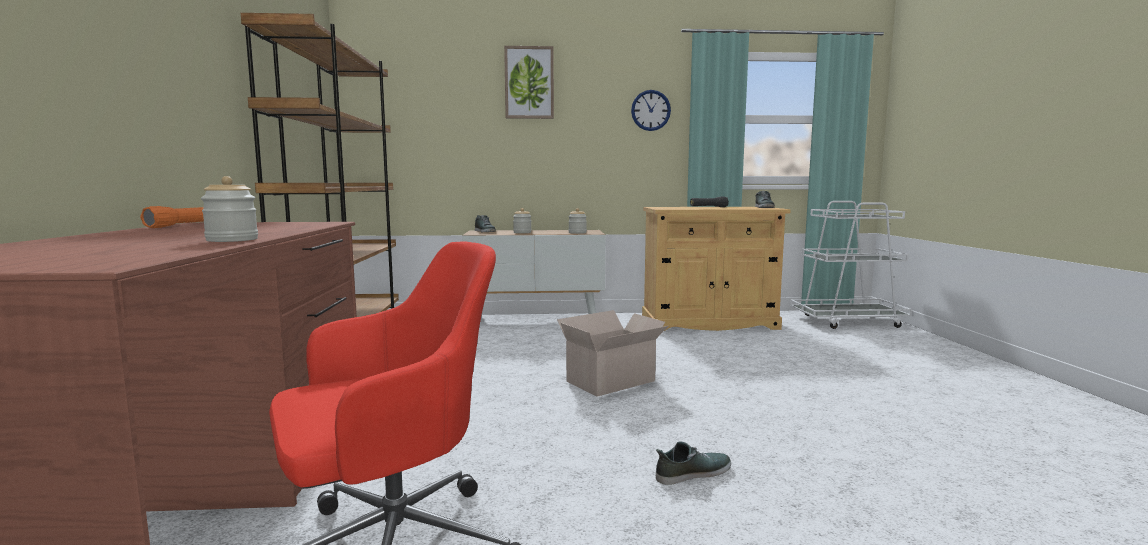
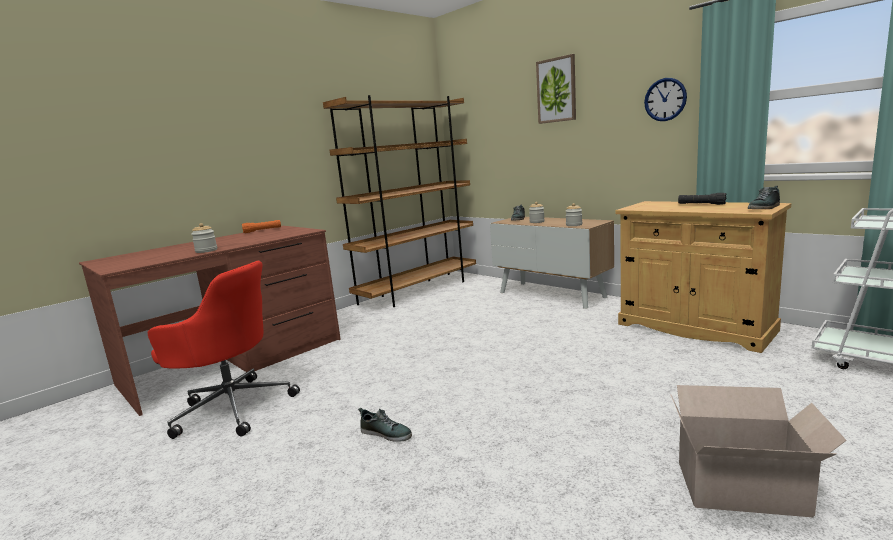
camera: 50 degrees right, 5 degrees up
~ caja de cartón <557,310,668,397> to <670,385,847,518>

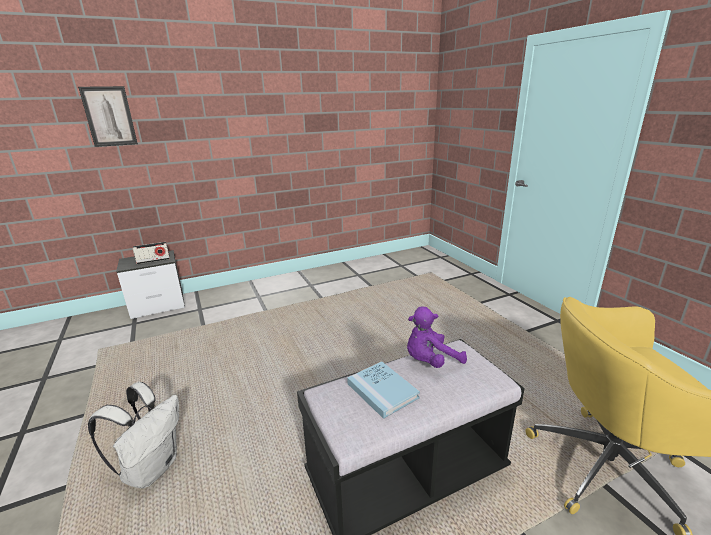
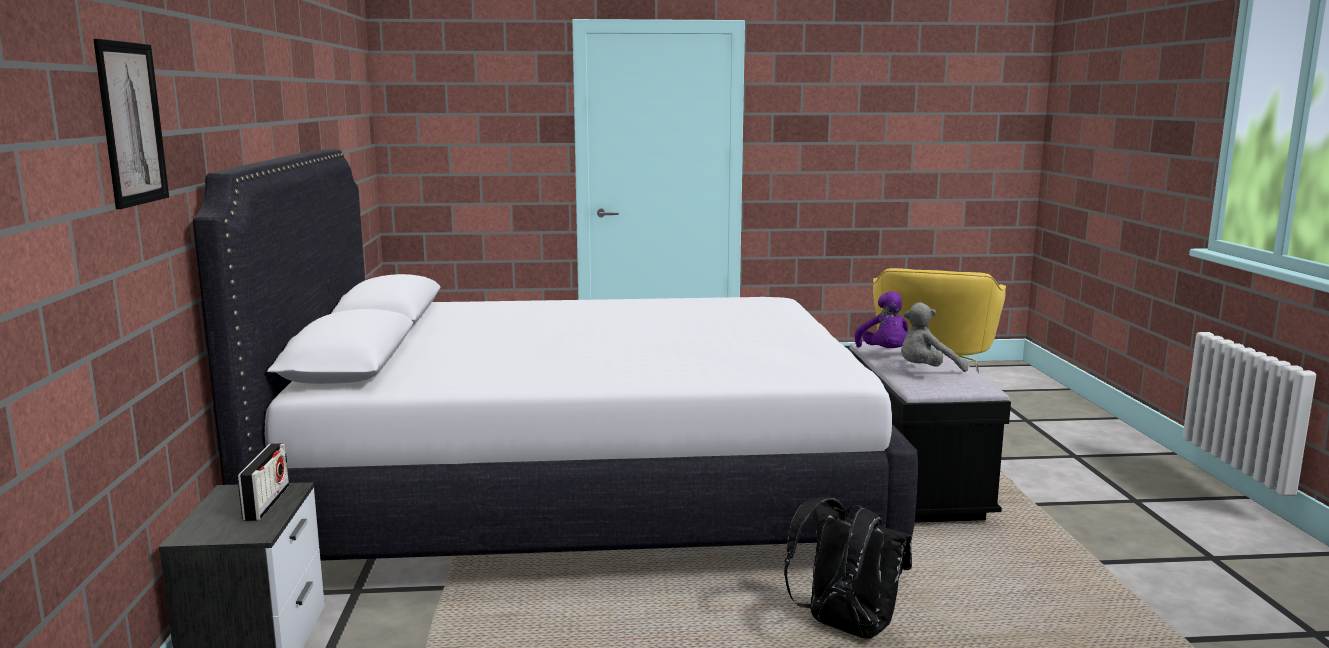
camera: 70 degrees left, 10 degrees down
+ cama [blanco] <193,149,918,574>
~ libro [azul] <347,361,420,419> to peluche [gris] <901,302,968,372>
~ mochila [blanco] <88,382,179,489> to mochila [negro] <784,497,912,639>

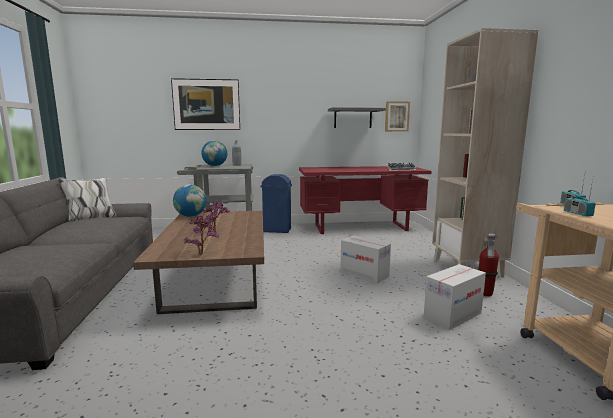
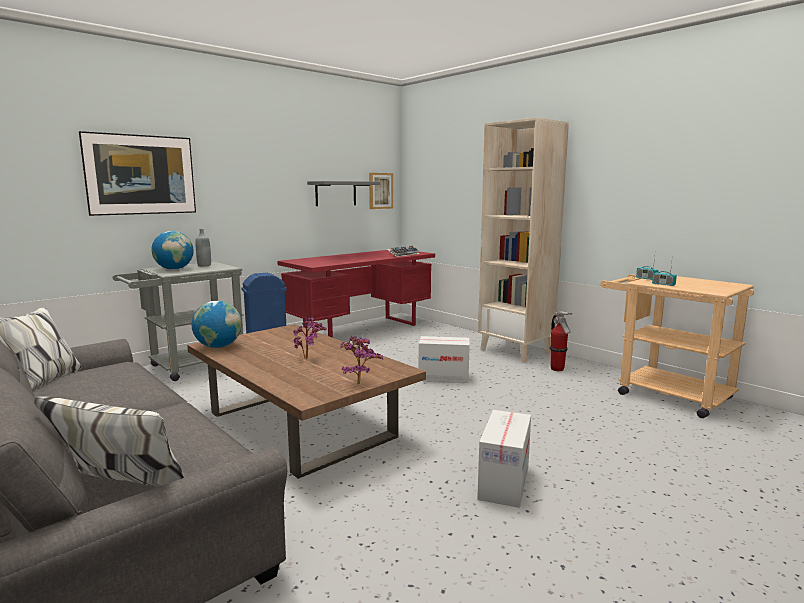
camera: 35 degrees left, 0 degrees up
~ caja de cartón <423,264,486,330> to <477,410,531,508>

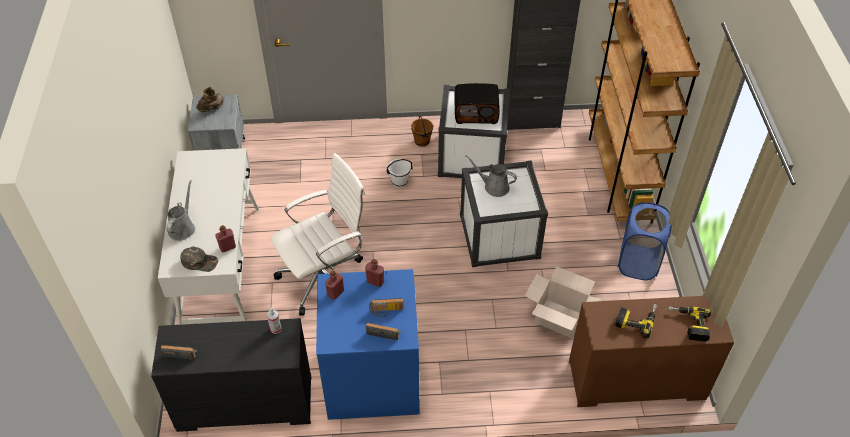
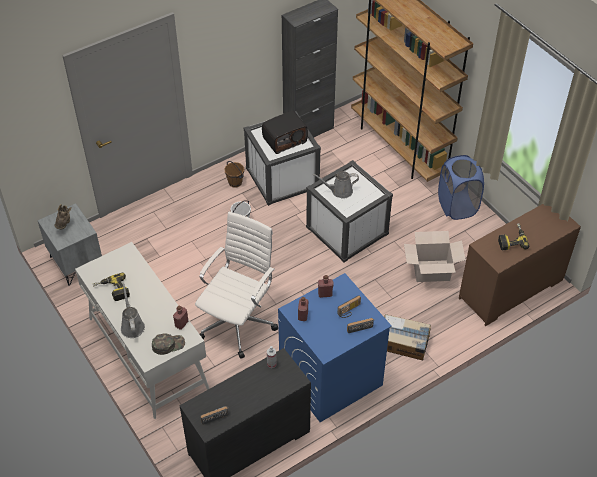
camera: 30 degrees left, 0 degrees up
+ caja de cartón <384,314,431,360>
~ taladro <668,306,711,342> to <93,273,130,301>

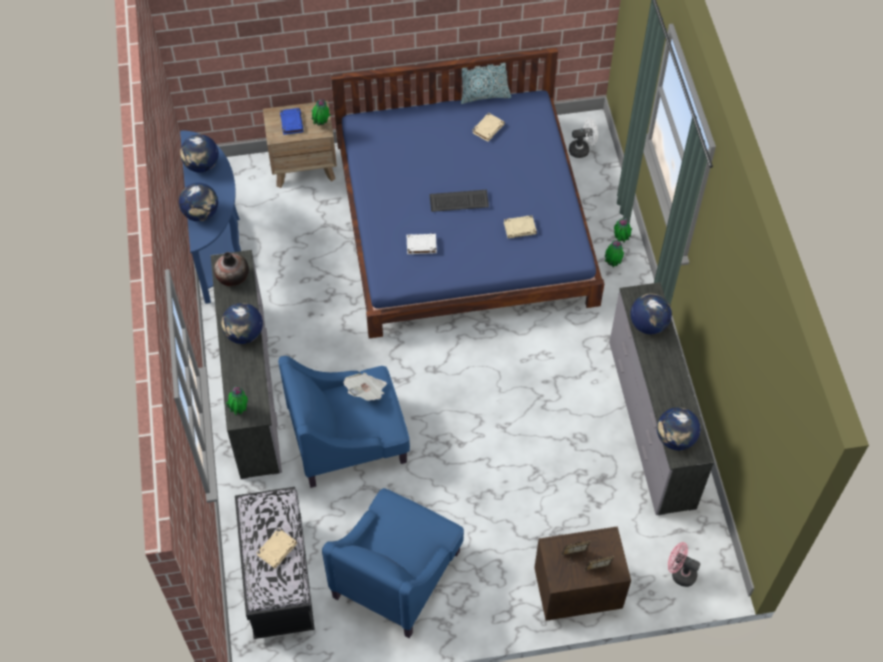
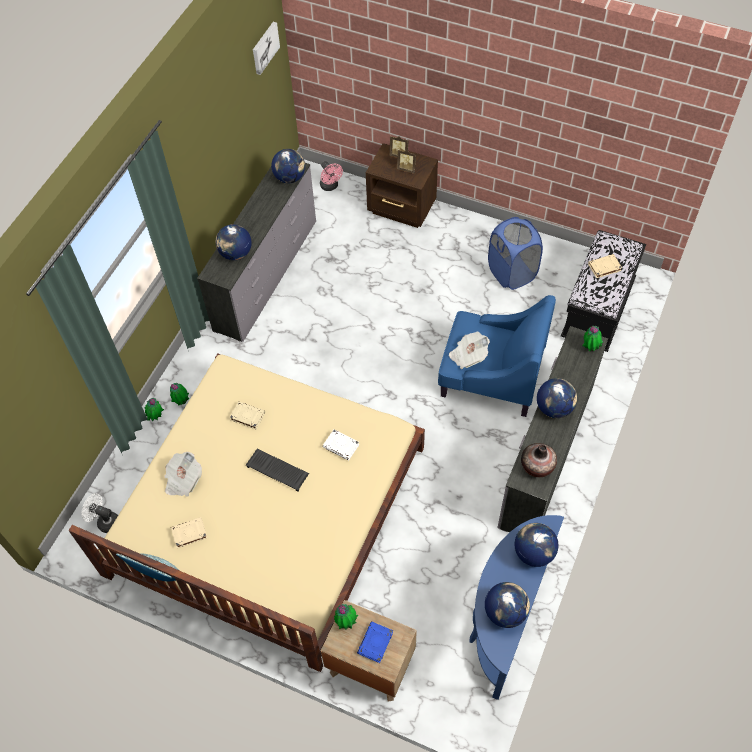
camera: 145 degrees left, 0 degrees up
+ periódico <164,452,202,497>
+ cuadro <253,22,280,75>
~ sillón [azul] <322,488,464,638> to cesto de la ropa [azul] <488,217,543,290>
~ cama [azul] <331,48,604,338> to cama [beis] <68,353,425,672>

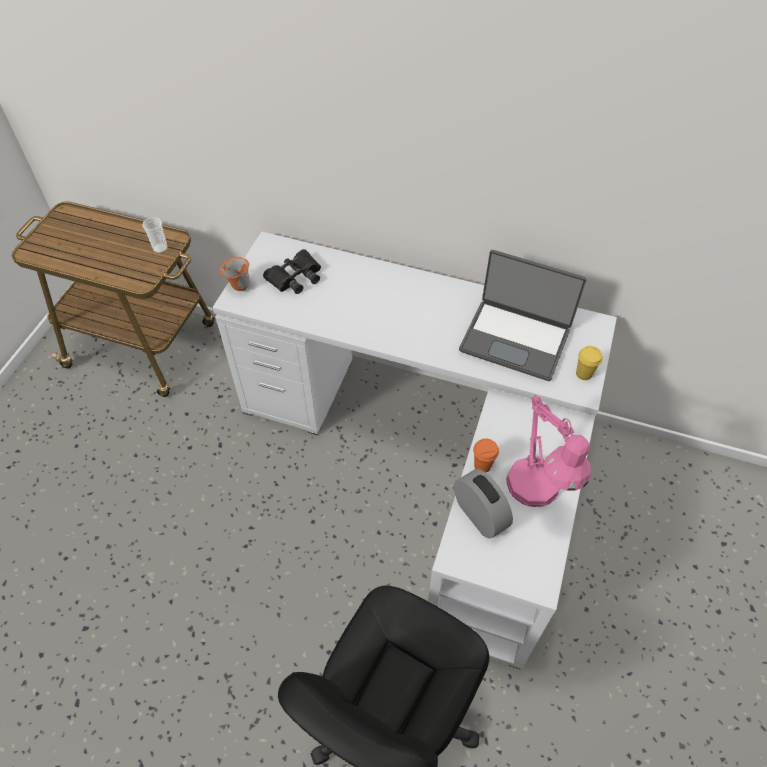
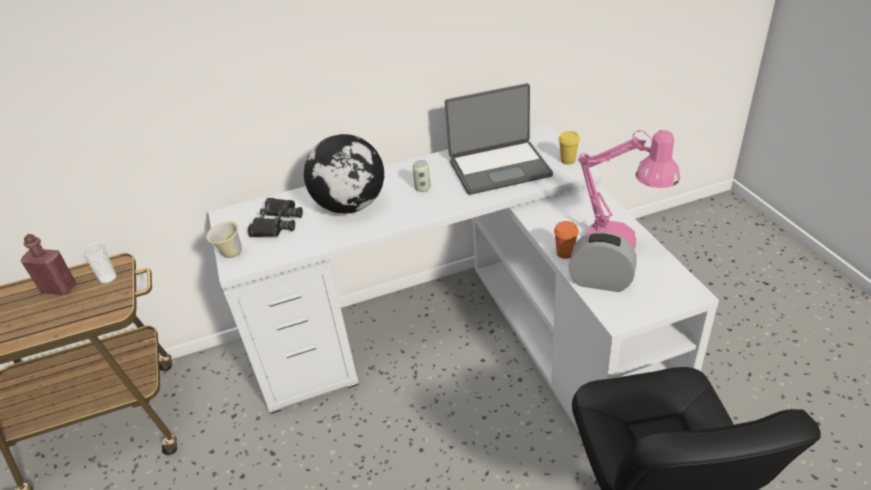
camera: 35 degrees left, 15 degrees down
+ botella [rojo] <21,234,76,295>
+ globo terráqueo <304,134,384,213>
+ lata <412,160,431,192>
~ taza grande [naranja] <220,257,250,291> to taza grande [beis] <206,221,242,258>

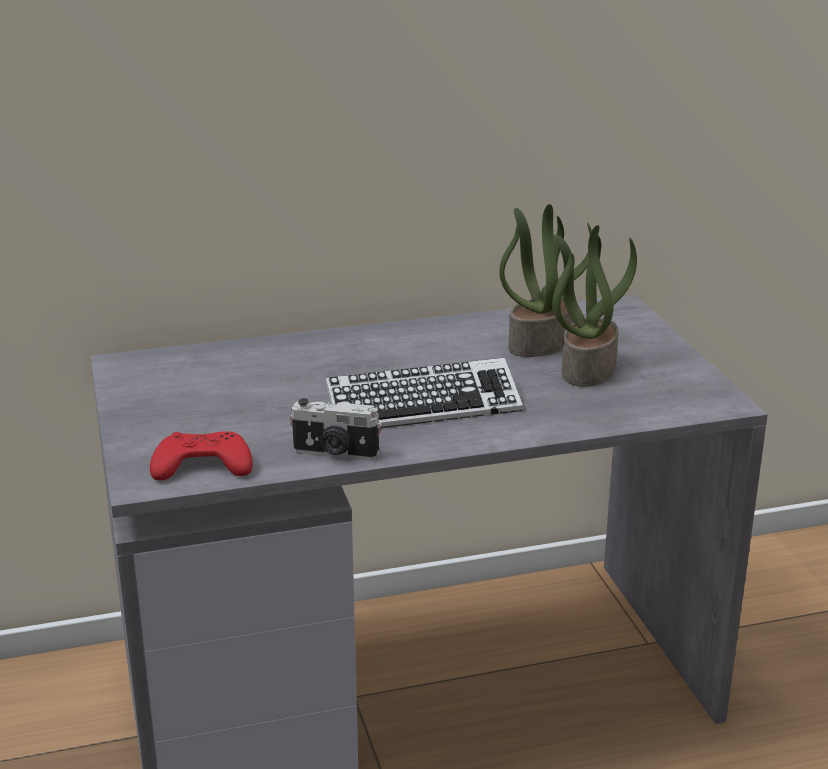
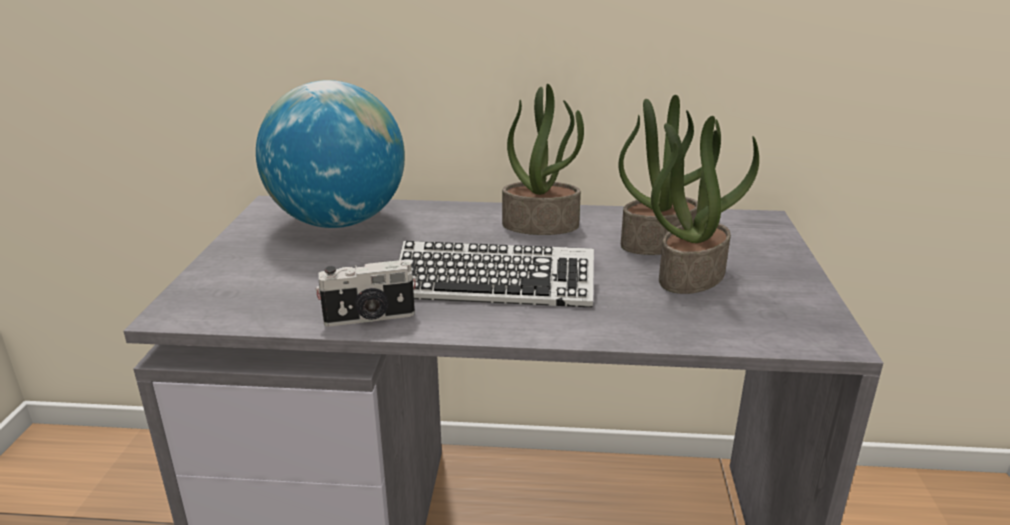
camera: 20 degrees right, 0 degrees up
- mando de consola [rojo] <150,431,253,481>
+ globo terráqueo <256,80,405,228>
+ planta en maceta <502,84,584,235>
~ cámara <290,398,382,461> = <316,260,417,327> 45 degrees counterclockwise

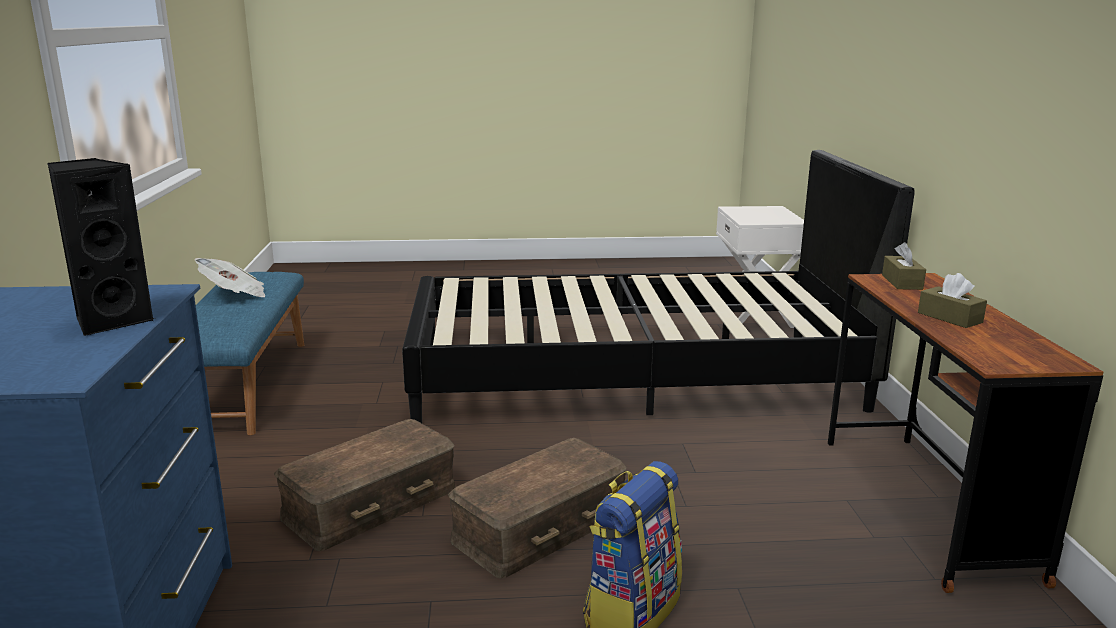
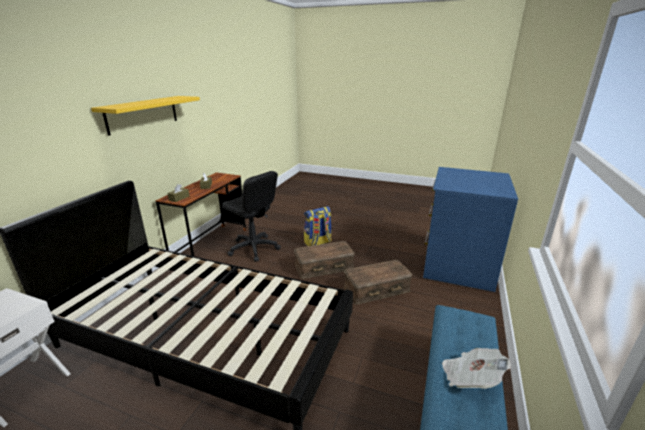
camera: 155 degrees left, 5 degrees up
- altavoz [negro] <47,158,155,336>
+ estante [amarillo] <91,96,200,136>
+ silla de oficina [negro] <222,171,281,262>

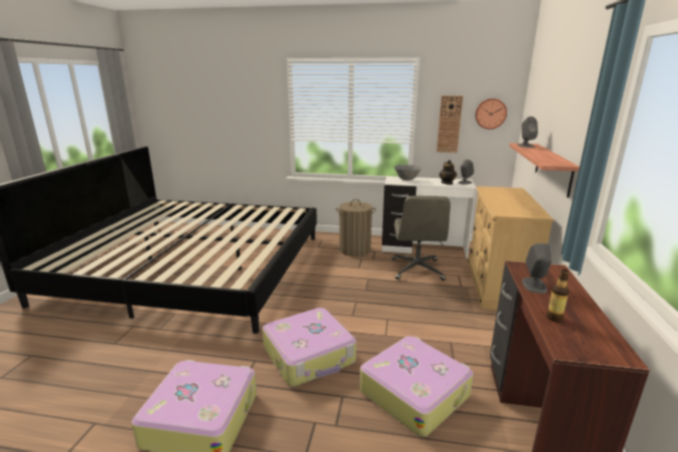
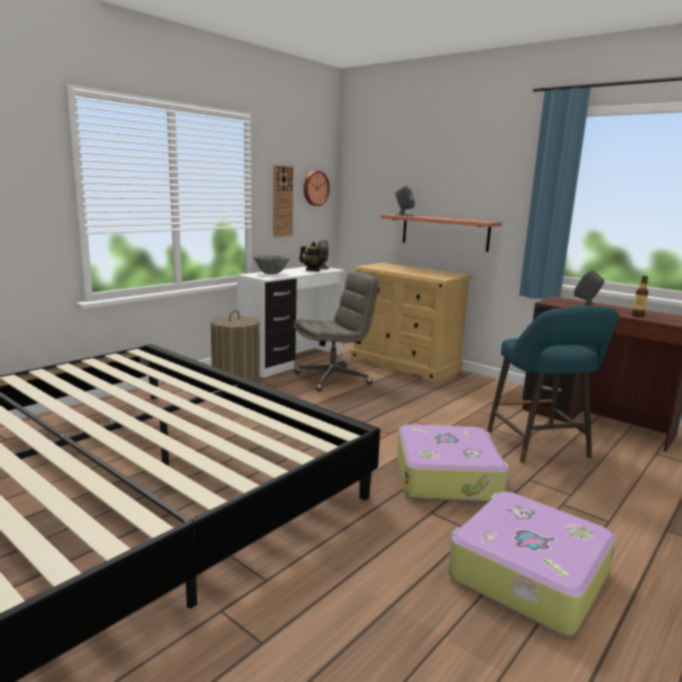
camera: 60 degrees left, 5 degrees down
~ maleta <360,336,473,437> to taburete [turquesa] <487,306,619,463>
~ silla de oficina [gris] <392,196,451,281> = <293,272,379,391> 60 degrees counterclockwise

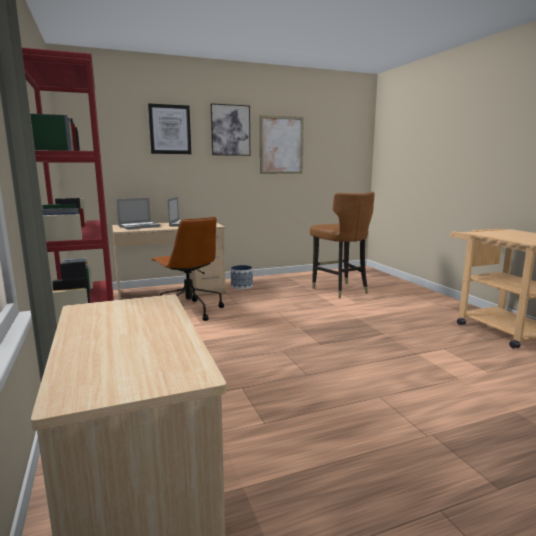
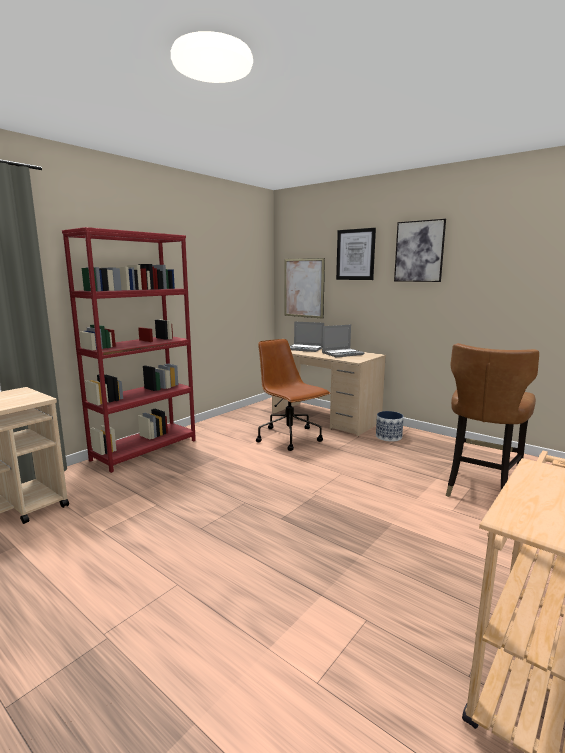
camera: 60 degrees right, 0 degrees up
~ cuadro <260,115,304,174> to <285,258,325,319>
~ silla de oficina [marrón] <151,217,224,321> = <256,339,330,451> 120 degrees clockwise

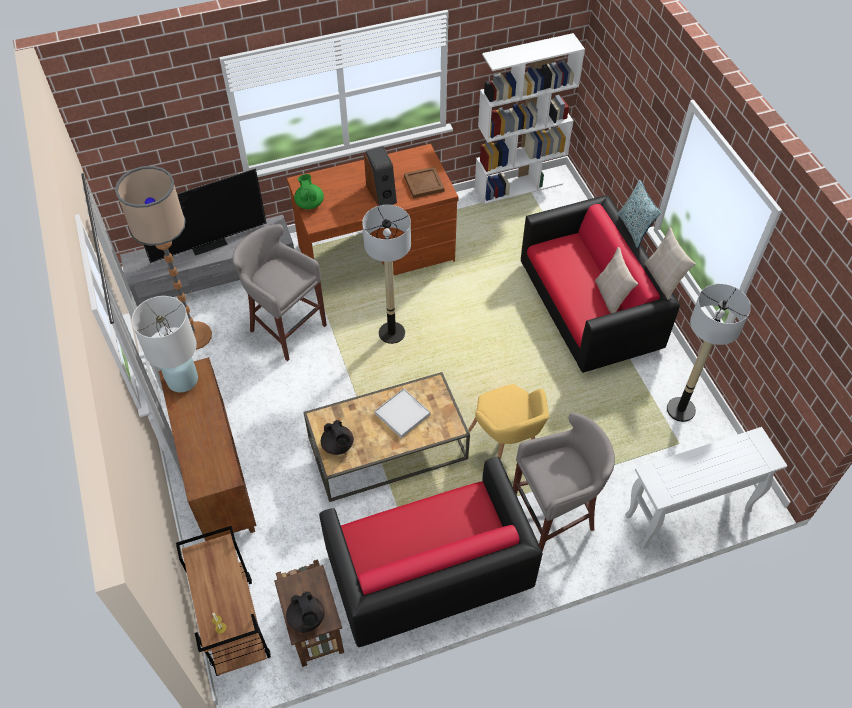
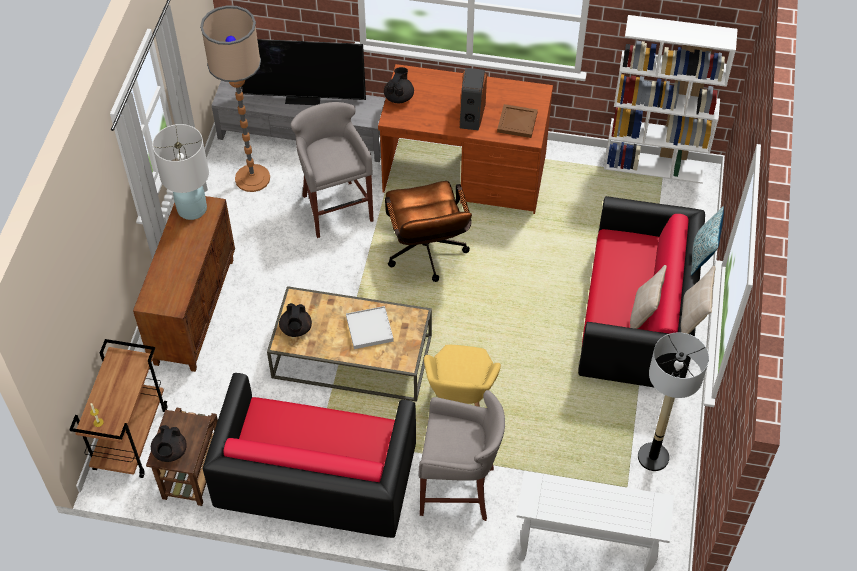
camera: 30 degrees right, 0 degrees up
~ lámpara de pie <362,205,411,344> to silla de oficina [marrón] <385,181,472,282>
~ tetera [verde] <294,174,324,209> to tetera [negro] <384,67,414,103>

